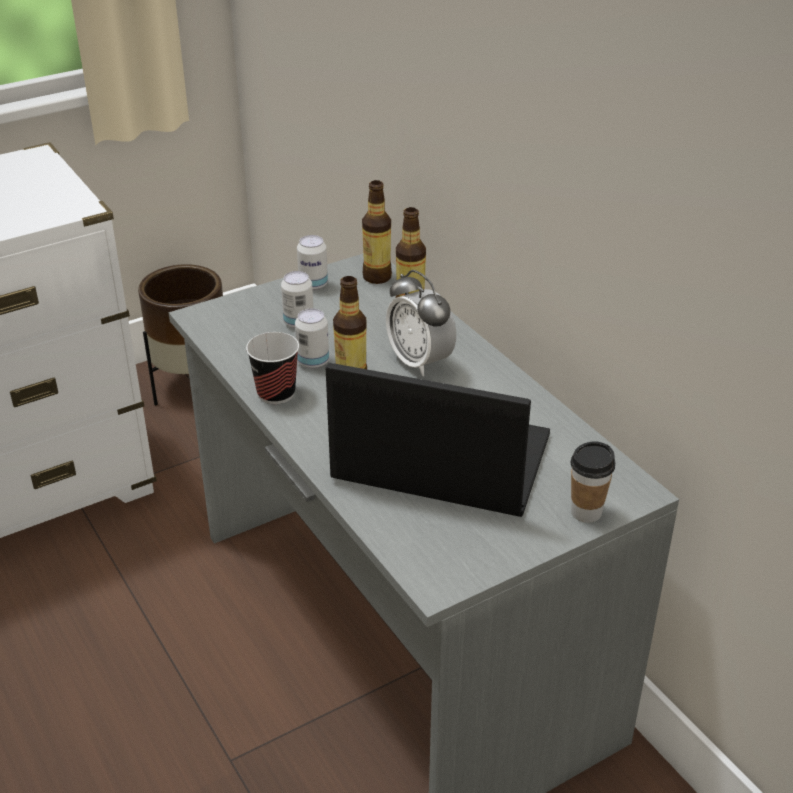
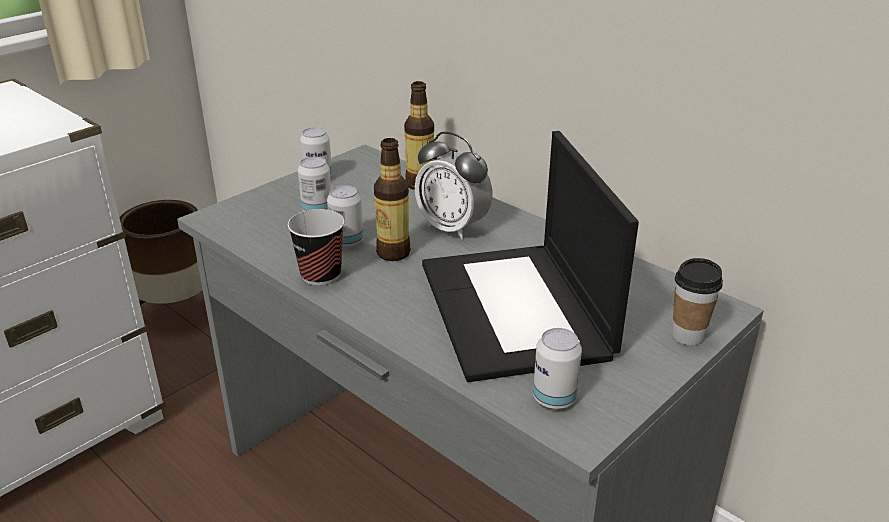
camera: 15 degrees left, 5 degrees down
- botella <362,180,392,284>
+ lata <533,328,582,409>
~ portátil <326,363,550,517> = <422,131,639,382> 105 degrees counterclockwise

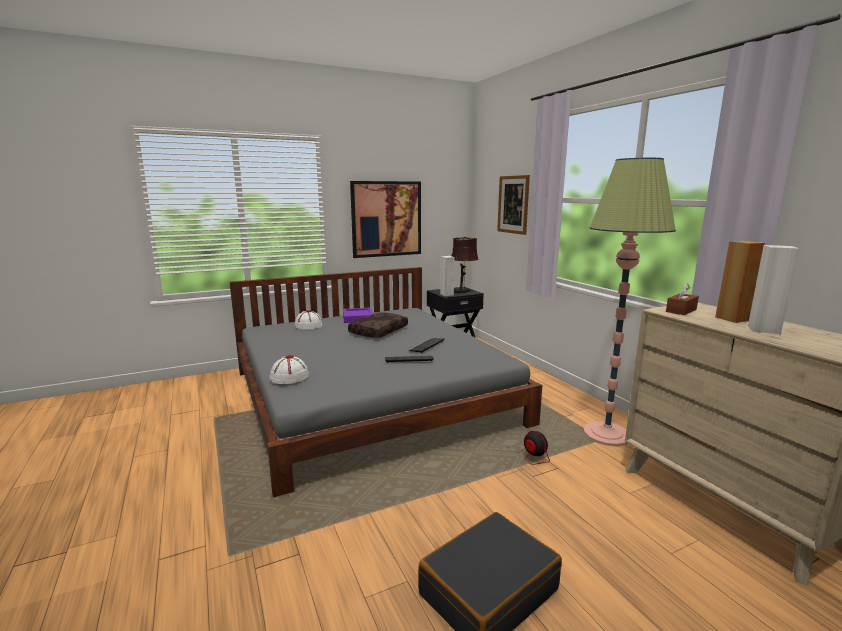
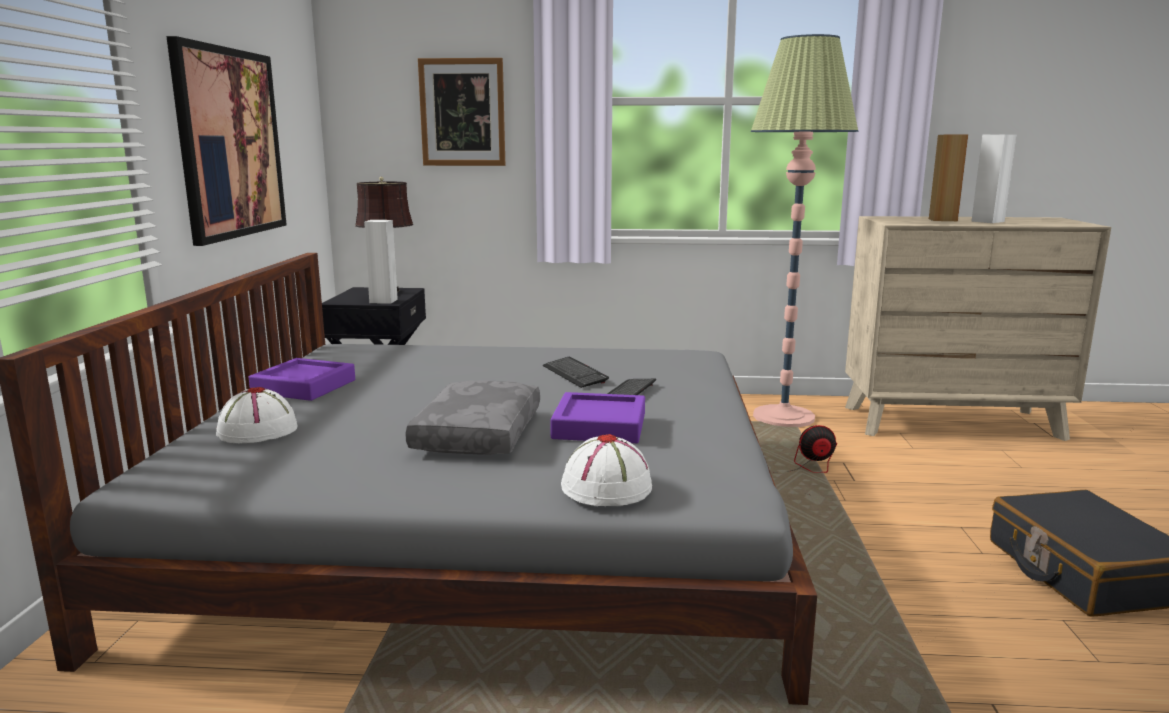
camera: 60 degrees left, 0 degrees up
- cojín [marrón] <348,312,408,338>
- caja de pañuelos [marrón] <666,283,699,315>
+ cojín [gris] <405,380,540,455>
+ bandeja [morado] <550,392,645,443>

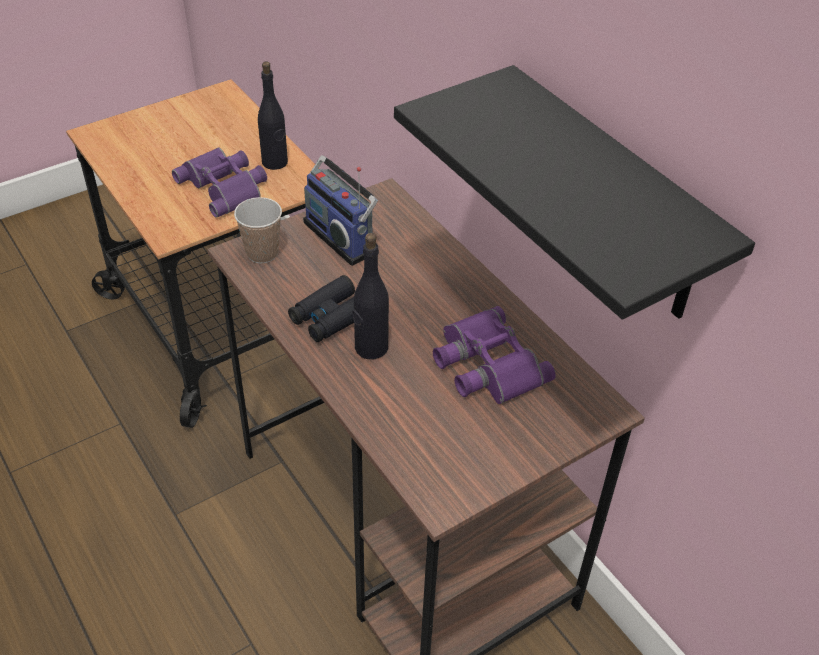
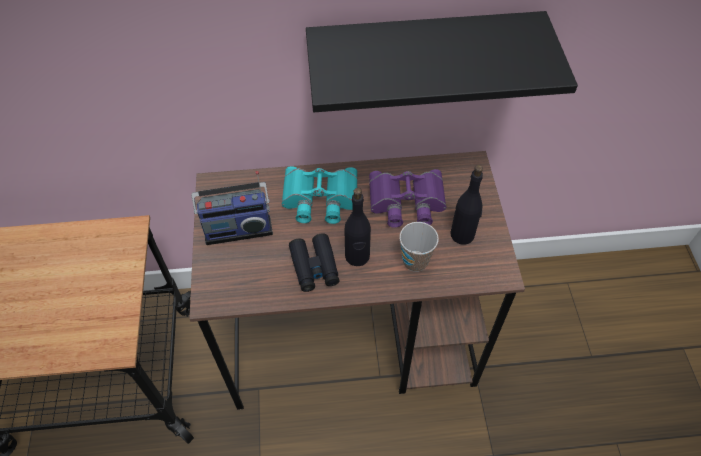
camera: 60 degrees left, 10 degrees up
- prismáticos [morado] <172,147,267,218>
+ prismáticos [turquesa] <282,166,358,224>
~ taza <234,197,282,263> to <399,222,439,272>
~ botella [negro] <258,62,288,170> to <450,165,483,245>

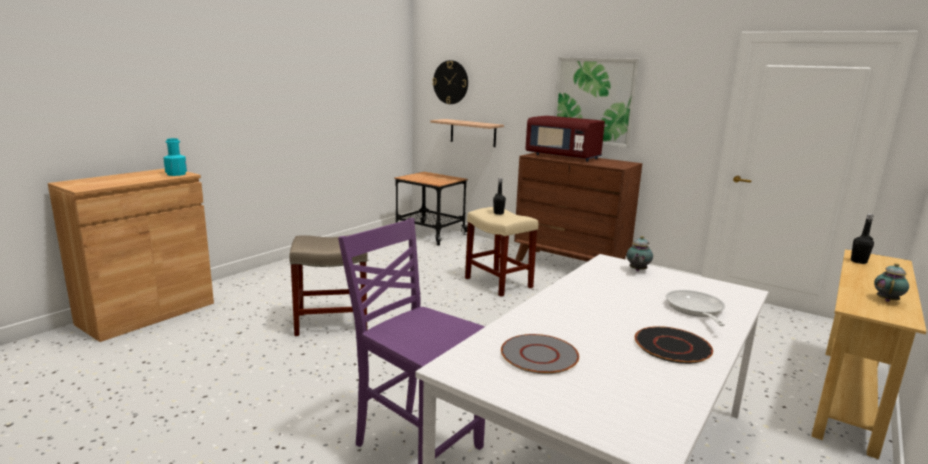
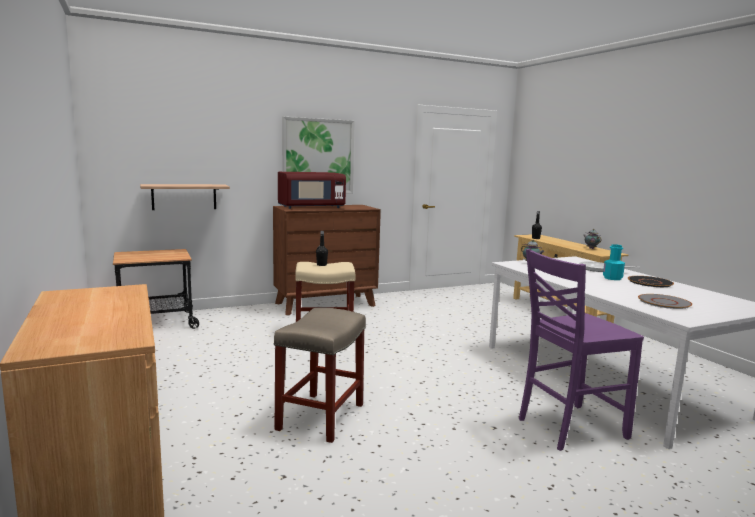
camera: 60 degrees left, 5 degrees down
- reloj de pared <433,60,468,104>
~ botella [turquesa] <163,138,187,176> to <603,244,625,280>

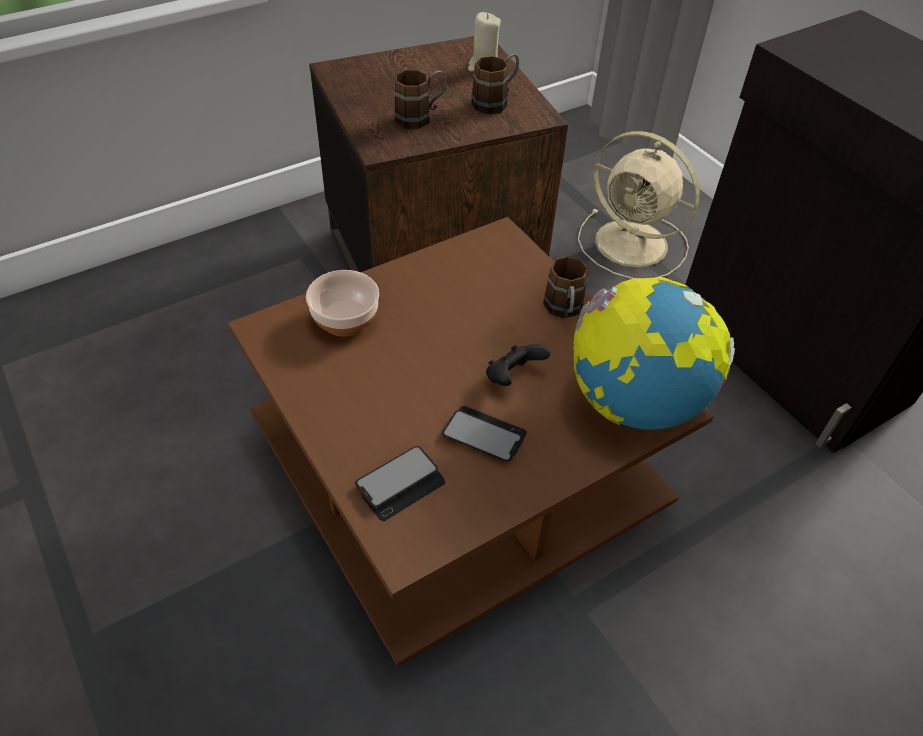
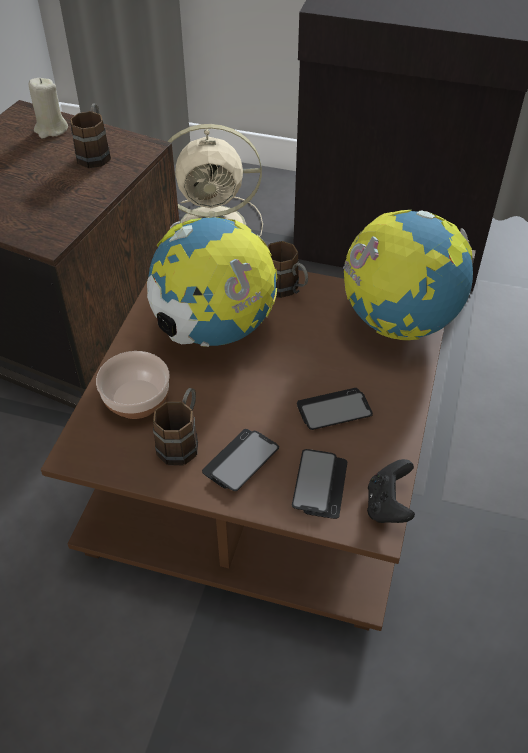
camera: 40 degrees left, 0 degrees up
+ globo terráqueo <147,216,277,347>
+ móvil <202,429,279,491>
~ taza grande [marrón] <394,70,447,129> to <153,388,198,465>
~ mando de consola [negro] <486,344,550,386> to <367,459,415,523>

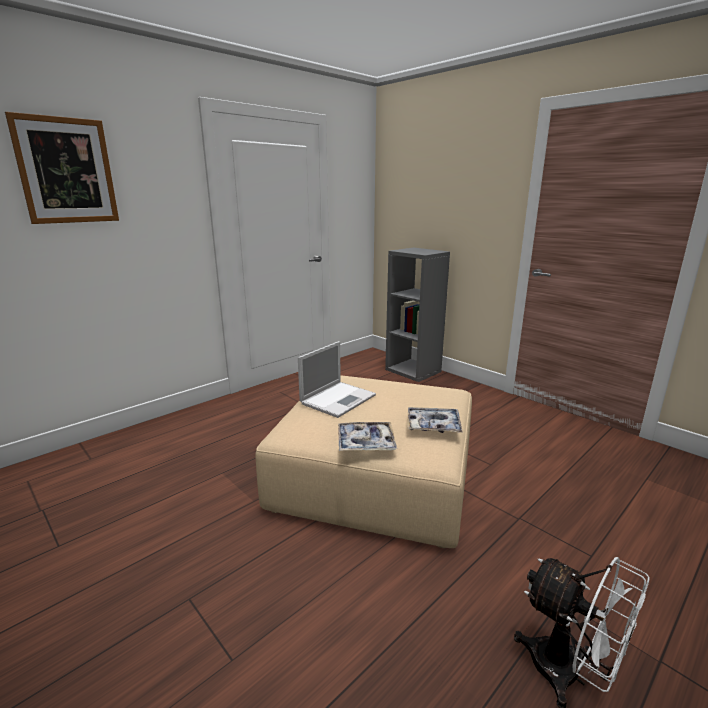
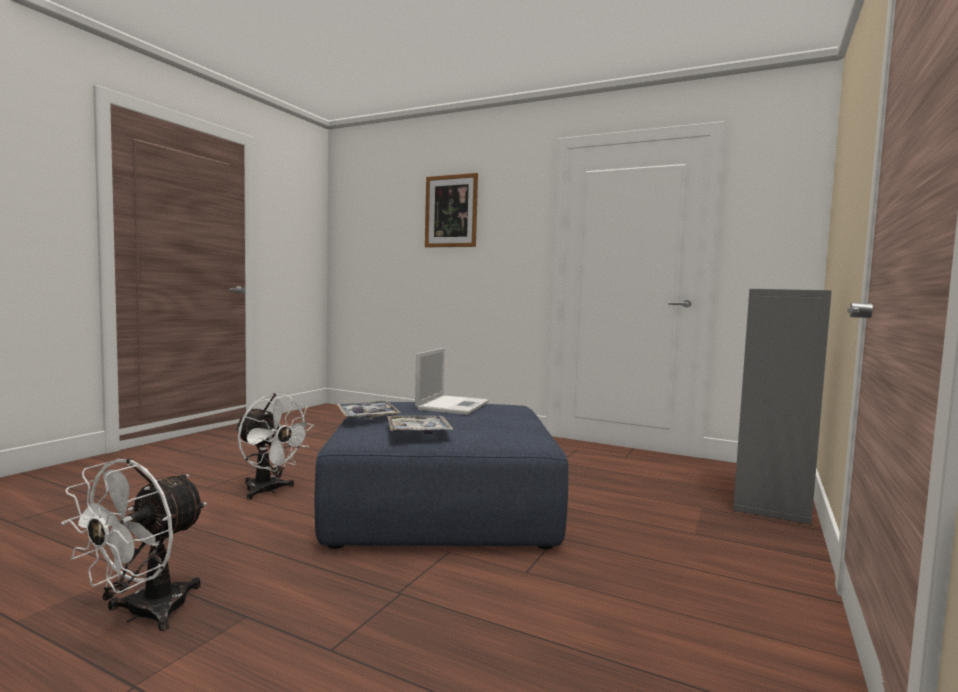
camera: 70 degrees right, 15 degrees down
+ ventilador [blanco] <235,393,314,500>
~ puf [beis] <256,375,472,548> to puf [azul] <315,402,568,549>
~ portátil <298,341,376,418> = <415,348,489,415> 90 degrees counterclockwise

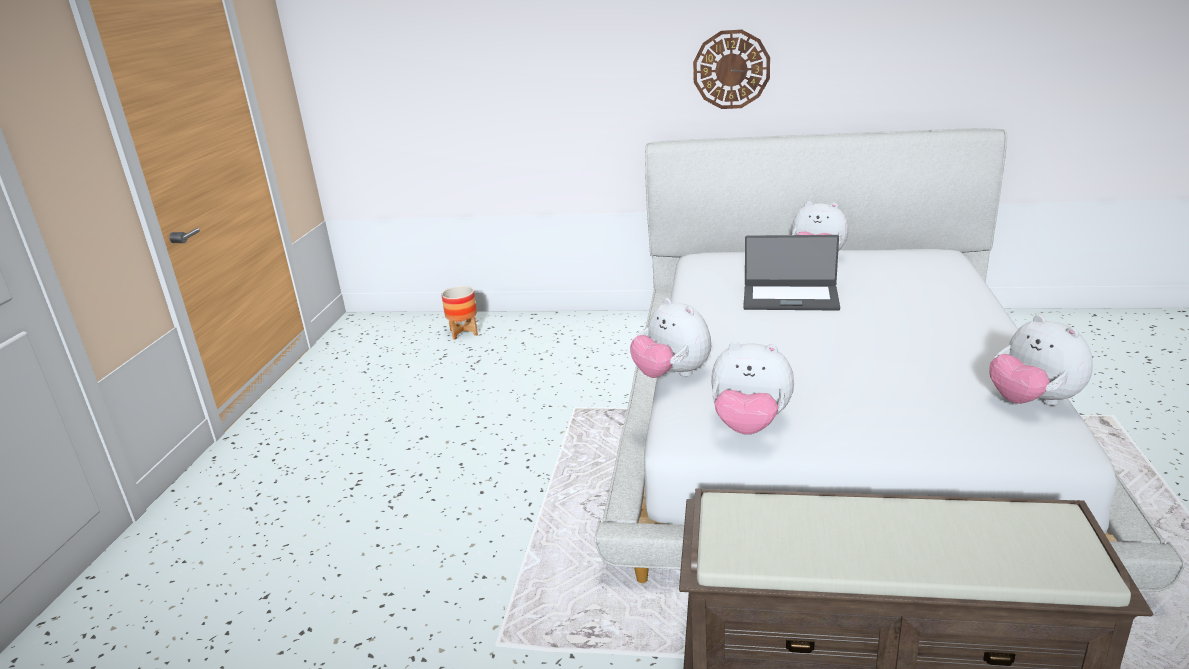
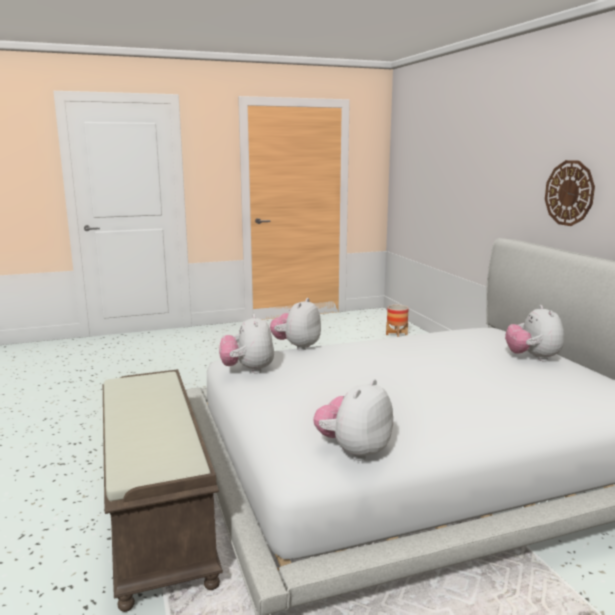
camera: 60 degrees right, 10 degrees down
- portátil <743,235,840,311>

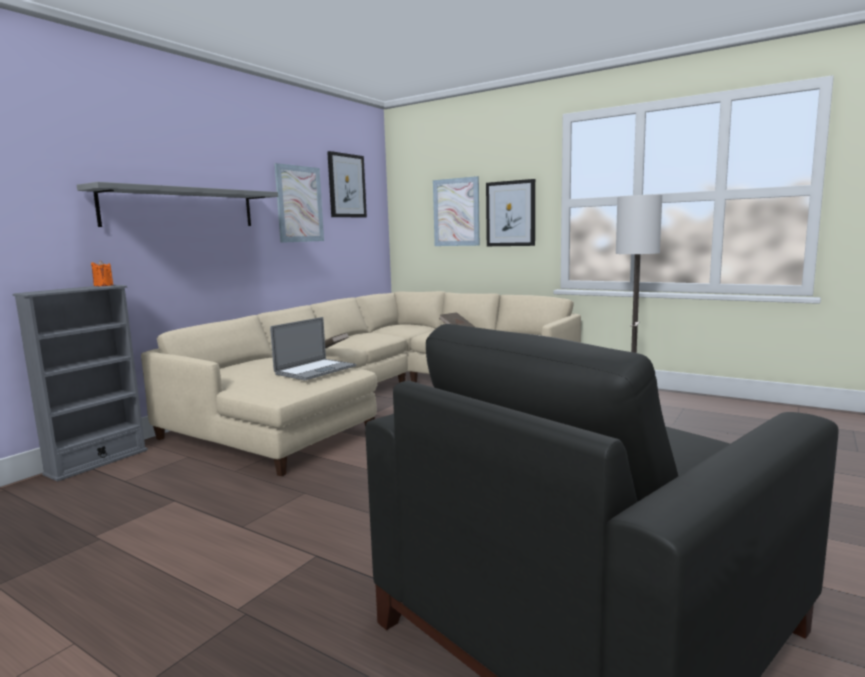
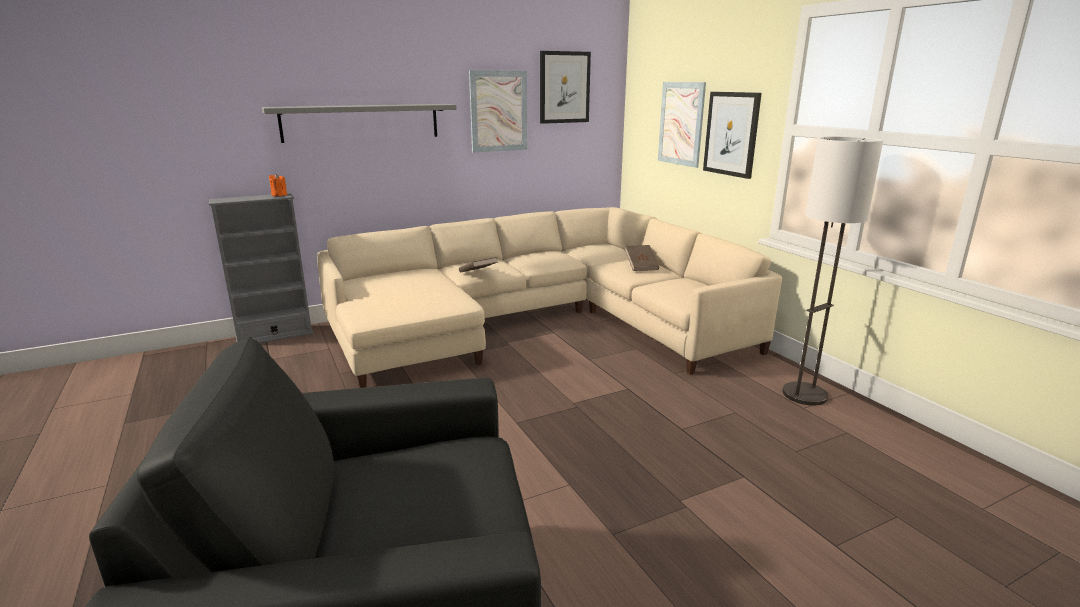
camera: 30 degrees right, 10 degrees up
- portátil <270,317,356,380>

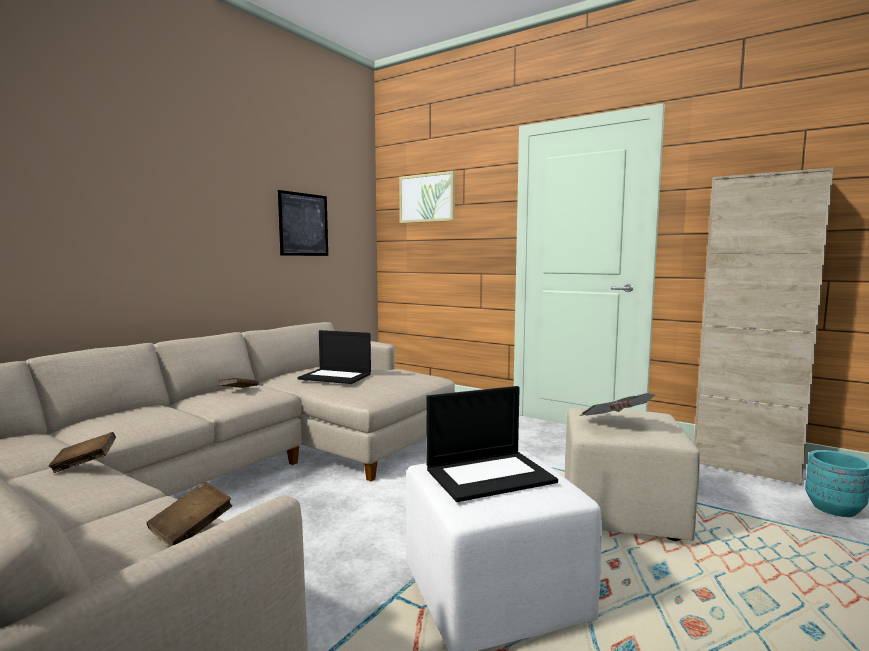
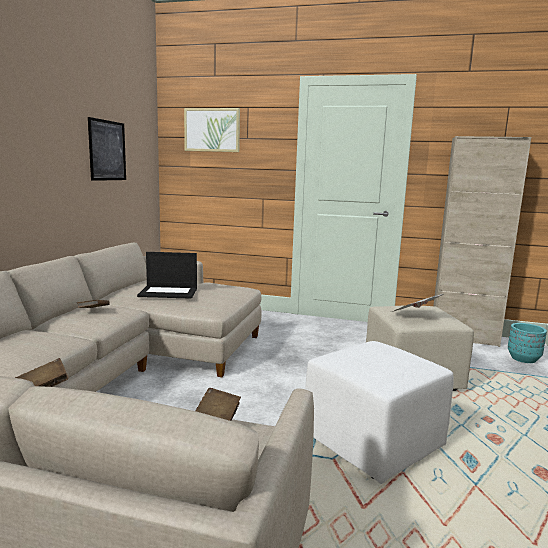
camera: 20 degrees left, 5 degrees up
- portátil <426,386,558,502>

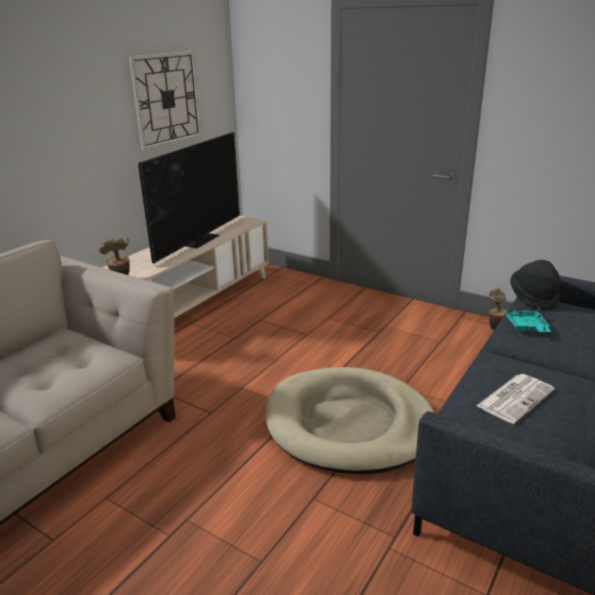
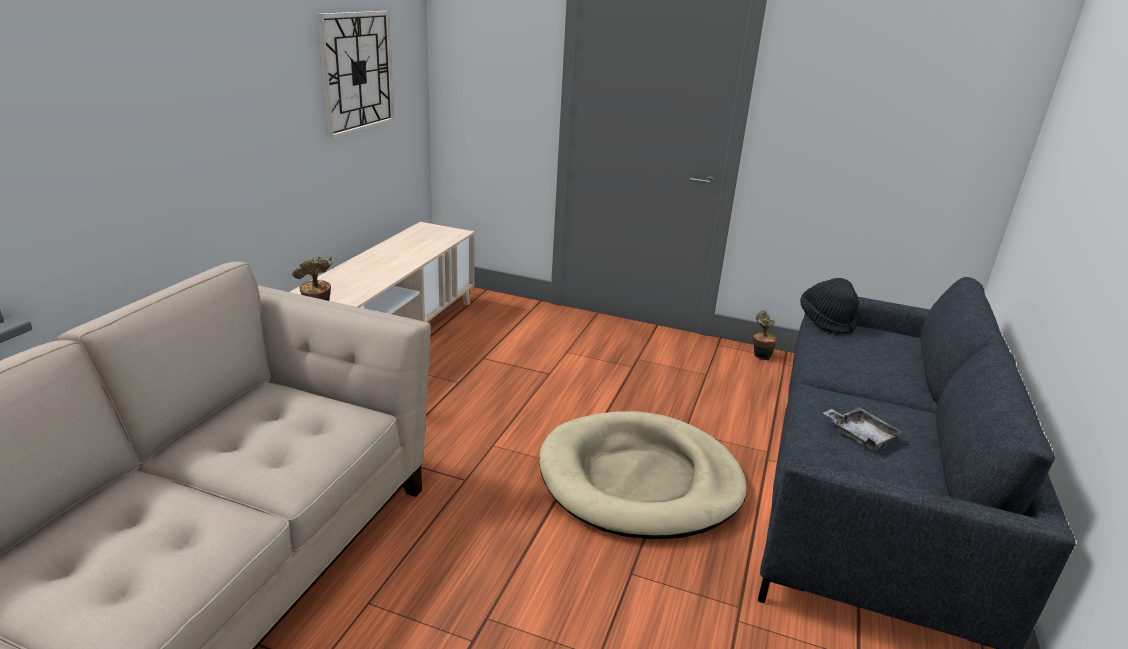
camera: 15 degrees left, 0 degrees up
- televisor <138,132,240,263>
- bandeja [turquesa] <504,308,551,332>
~ periódico <476,374,555,424> to bandeja [gris] <823,407,902,451>

